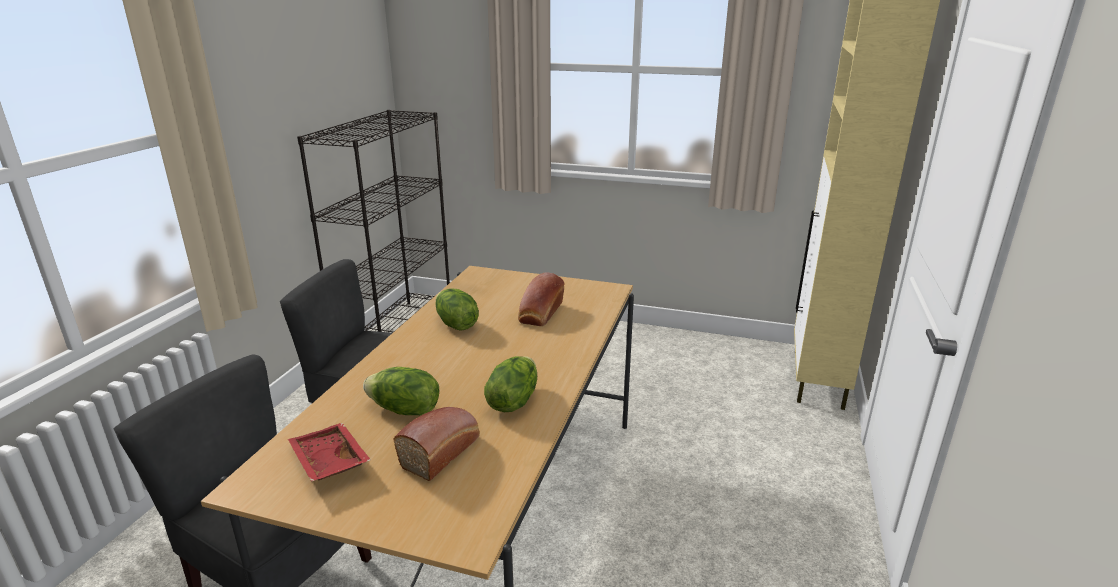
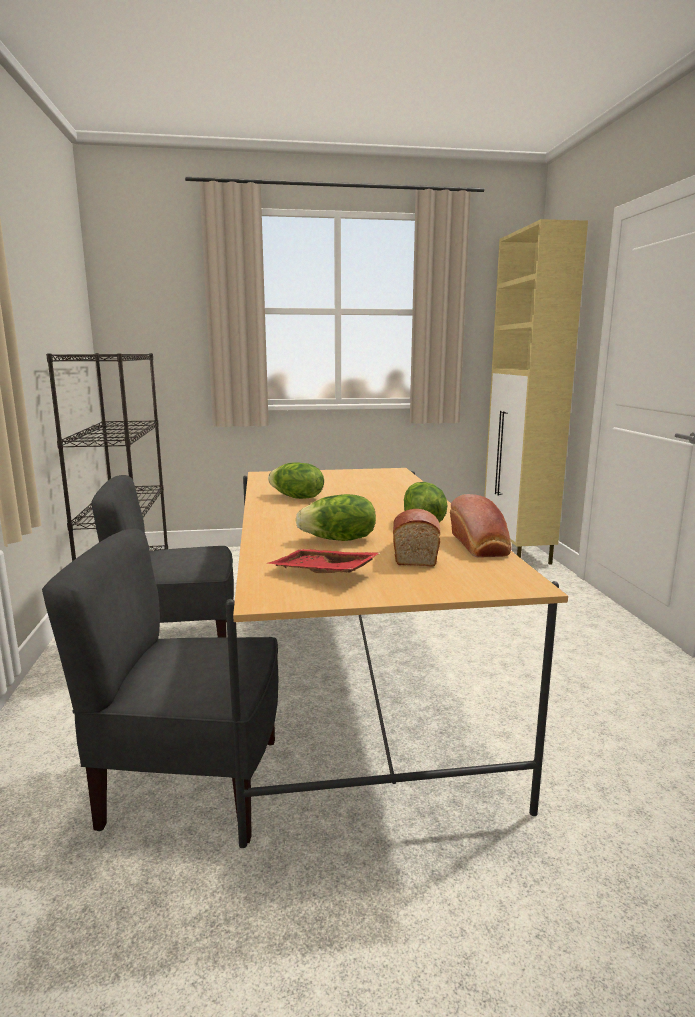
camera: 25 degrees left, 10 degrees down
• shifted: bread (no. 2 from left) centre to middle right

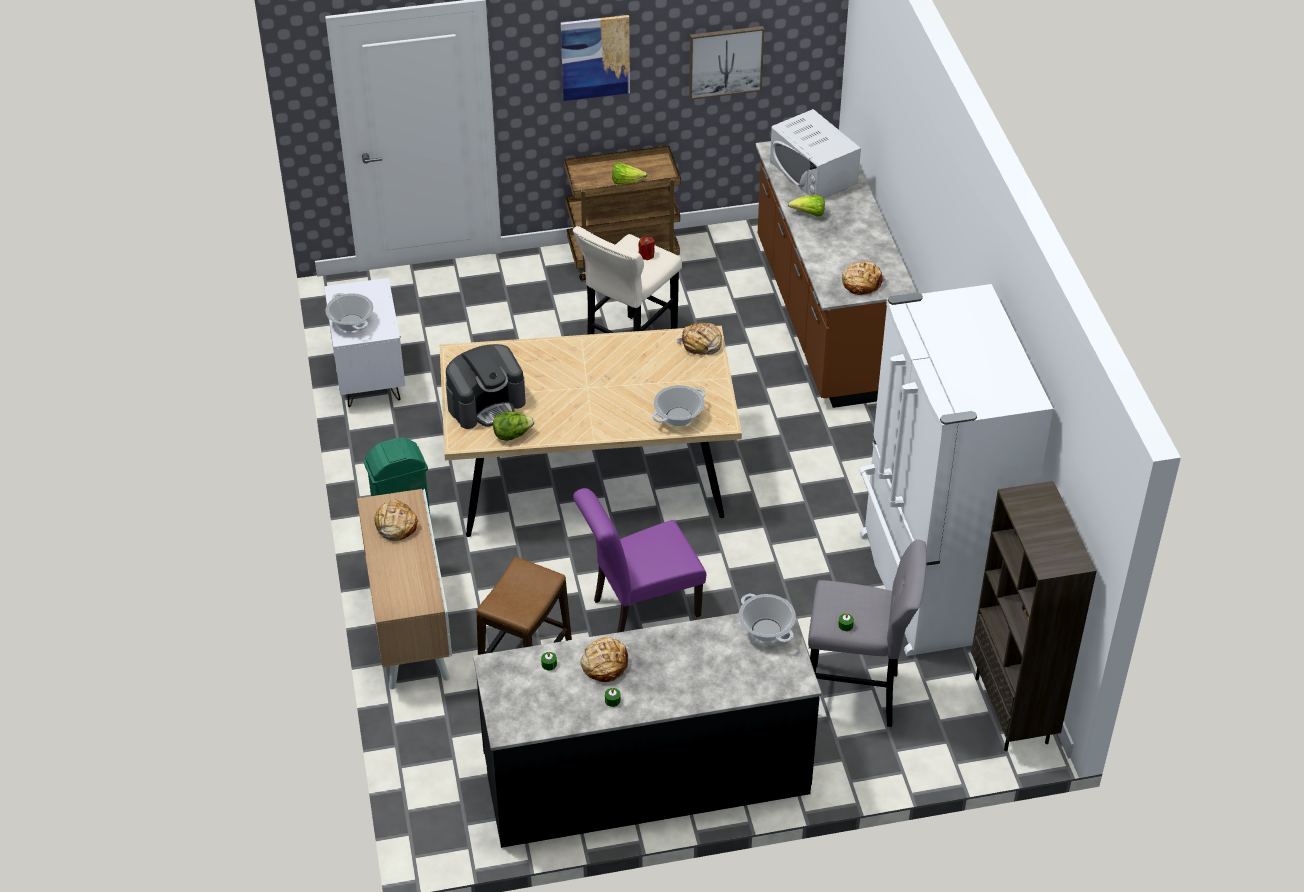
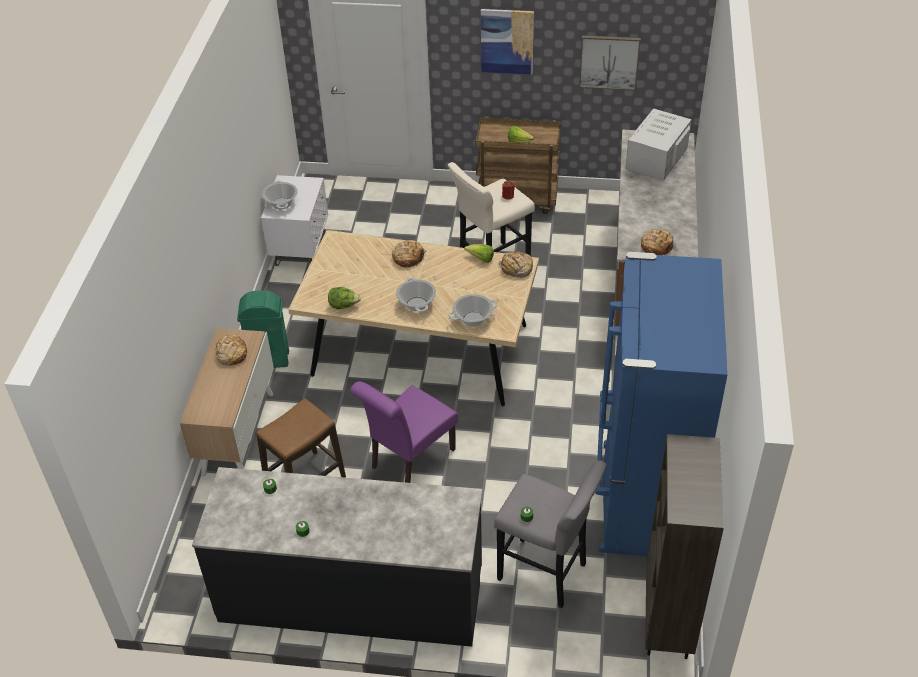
camera: 20 degrees right, 0 degrees up
• rotated: white microwave top centre = top right 45 degrees clockwise
• shifted: lettuce (no. 3 from left in the first image) top centre to lettuce (no. 2 from left) centre
• repainted: white fridge middle right to blue fridge middle right
• gone: coffee machine centre
• rotated: purple chair centre = centre 45 degrees counterclockwise
• shifted: cooking pot (no. 3 from left in the first image) bottom centre to cooking pot (no. 2 from left) centre
• shifted: bread (no. 2 from left) bottom centre to centre

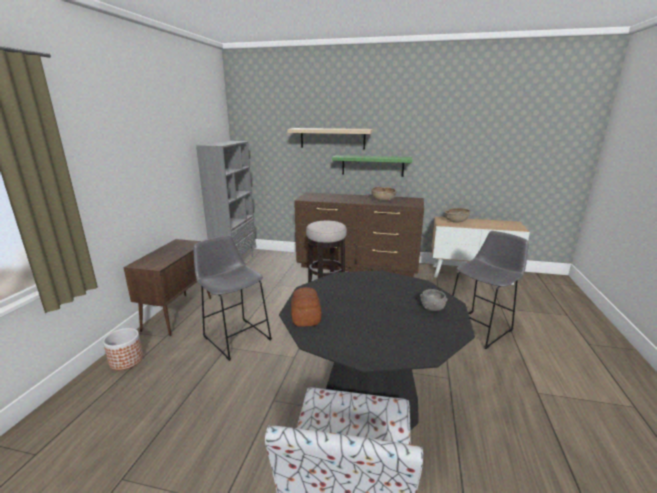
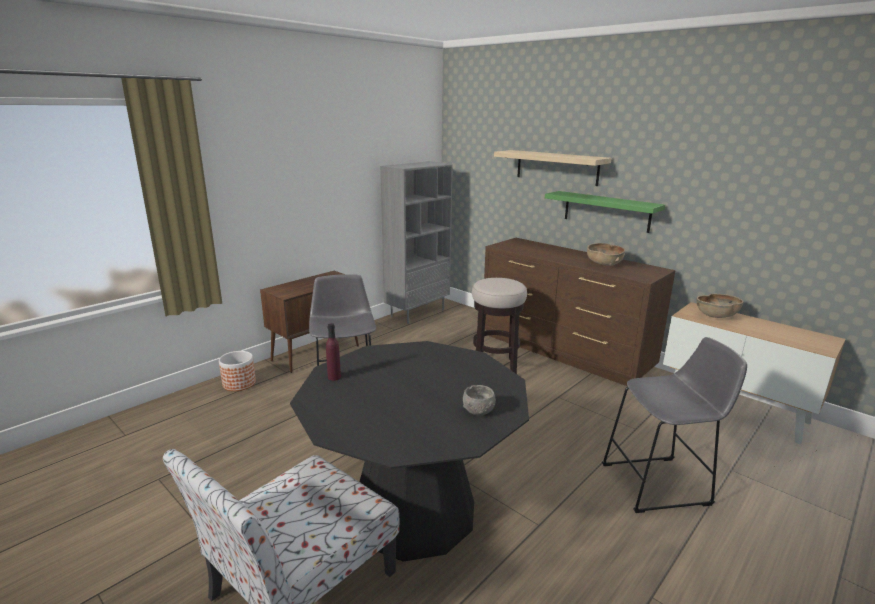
camera: 30 degrees right, 0 degrees up
• swapped: bread centre to purple bottle centre

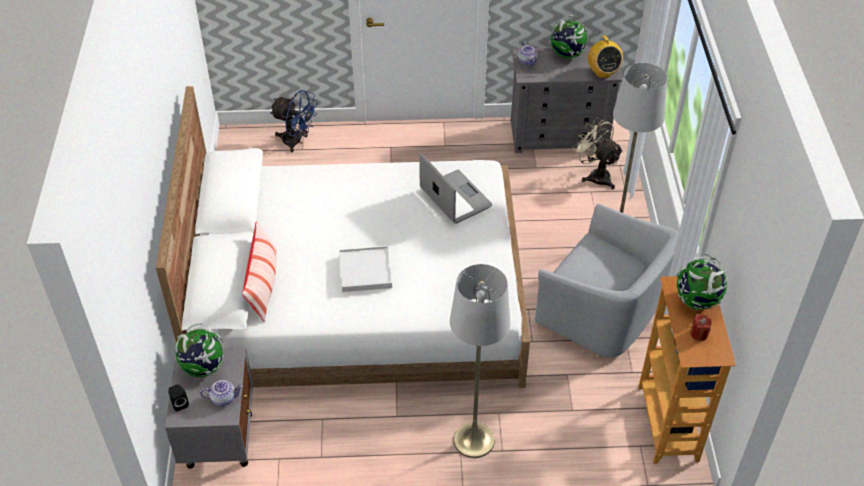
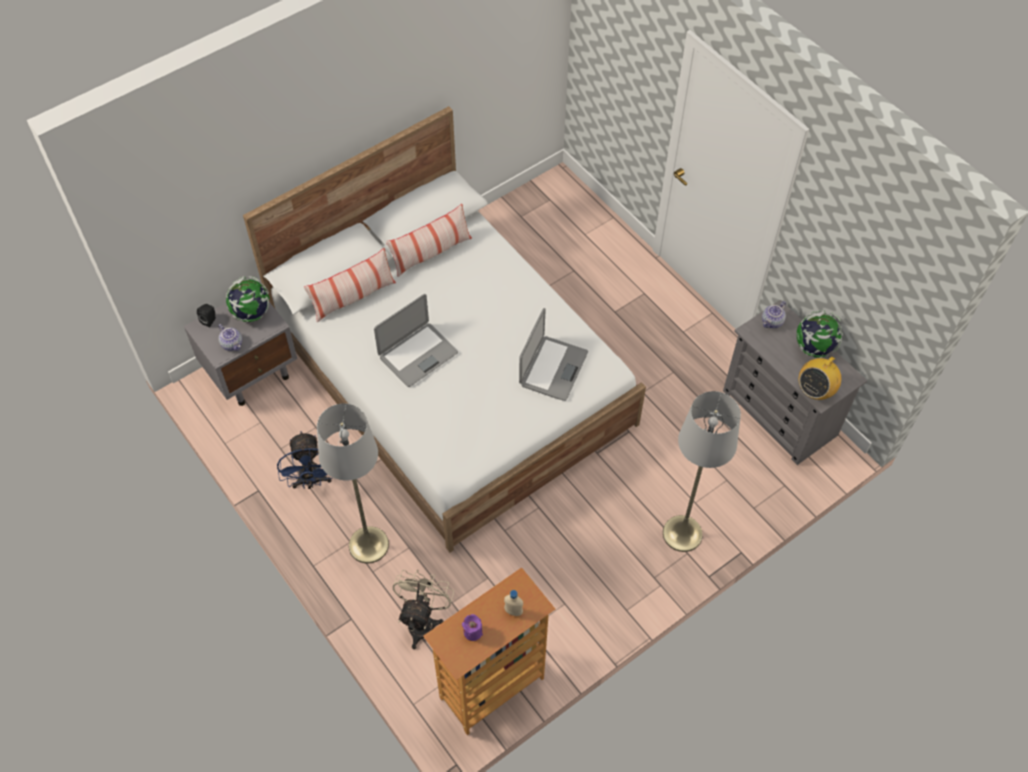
camera: 55 degrees right, 10 degrees up
• shifted: blue fan top centre to middle left
• shifted: beige fan top right to bottom centre
• gone: grey armchair middle right
• swapped: white tray centre to laptop (no. 1 from left) centre
• swapped: globe (no. 3 from left) middle right to beige bottle bottom centre
• repainted: red candle bottom right to purple candle bottom centre
• new: pillow (no. 2 from left) top centre

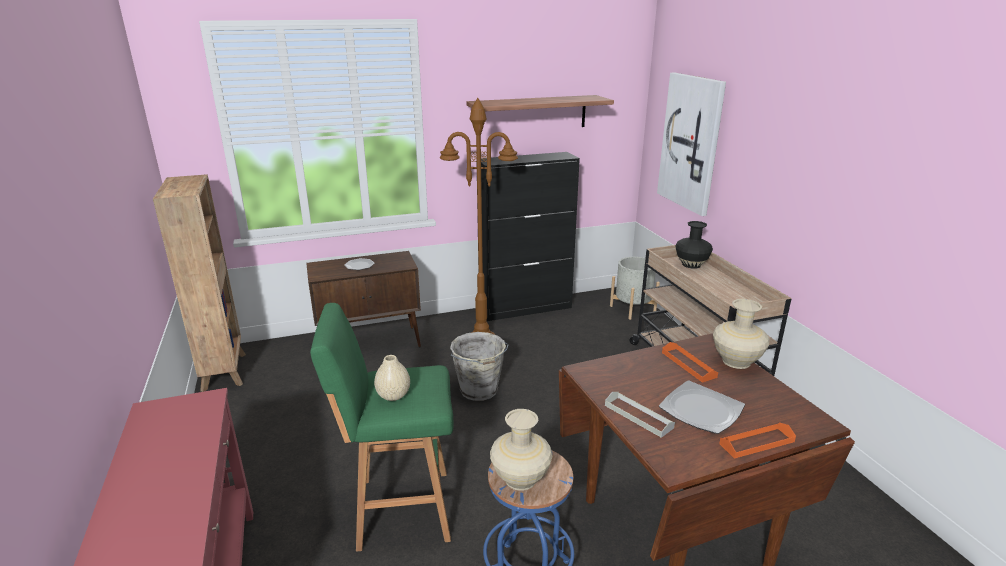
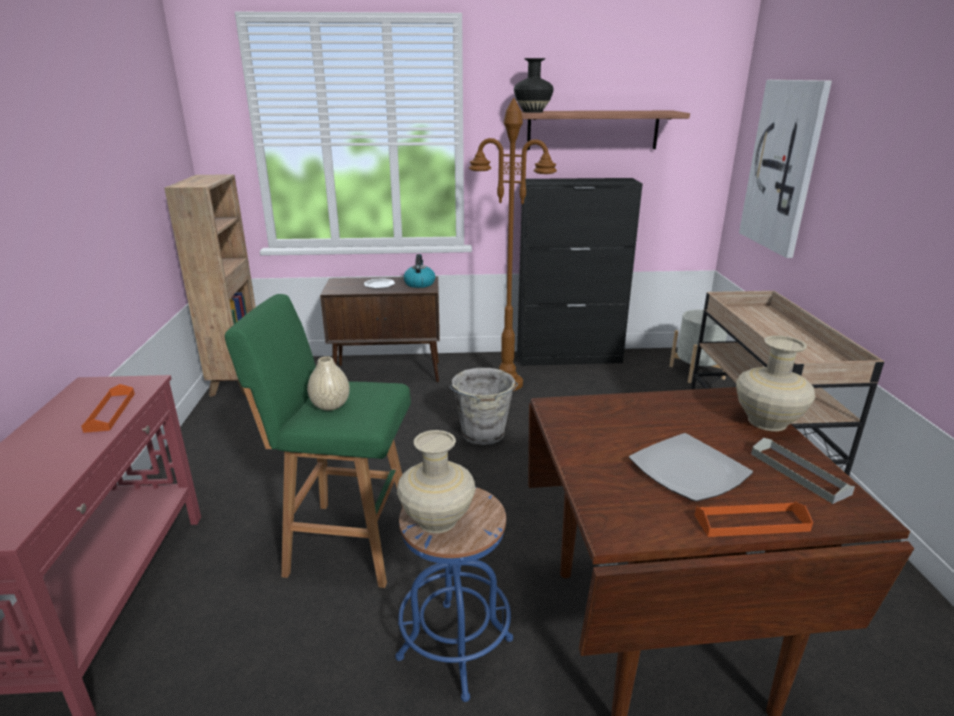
camera: 15 degrees right, 0 degrees up
• shifted: black vase middle right to top centre
• shifted: orange tray (no. 1 from left) middle right to middle left
• shifted: grey tray bottom centre to middle right
• new: kettle centre

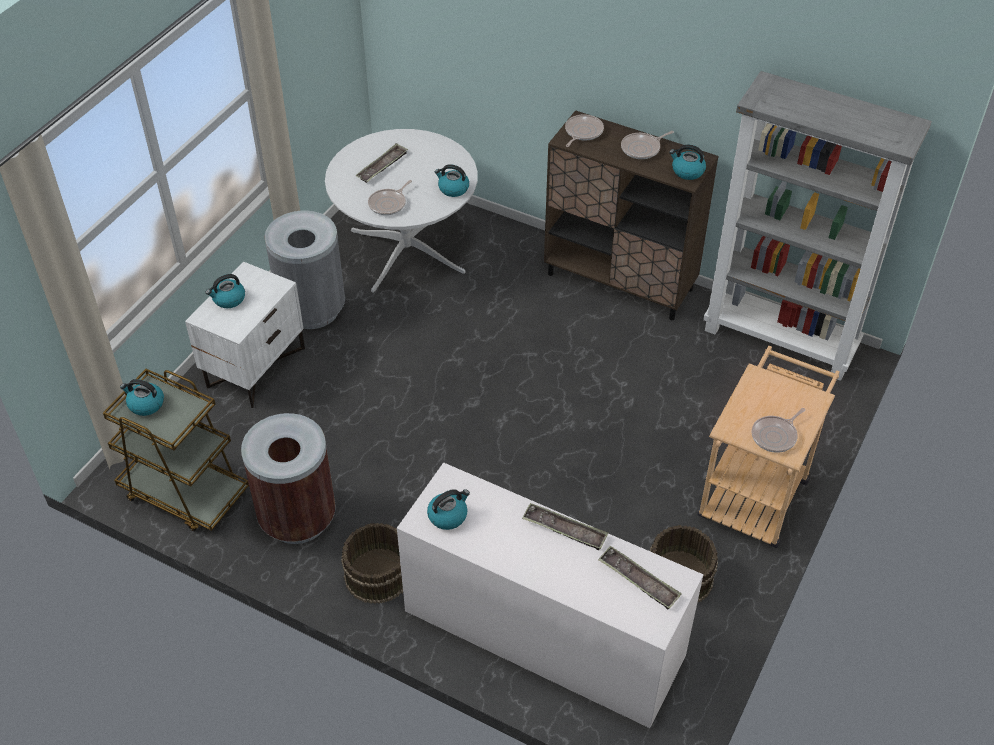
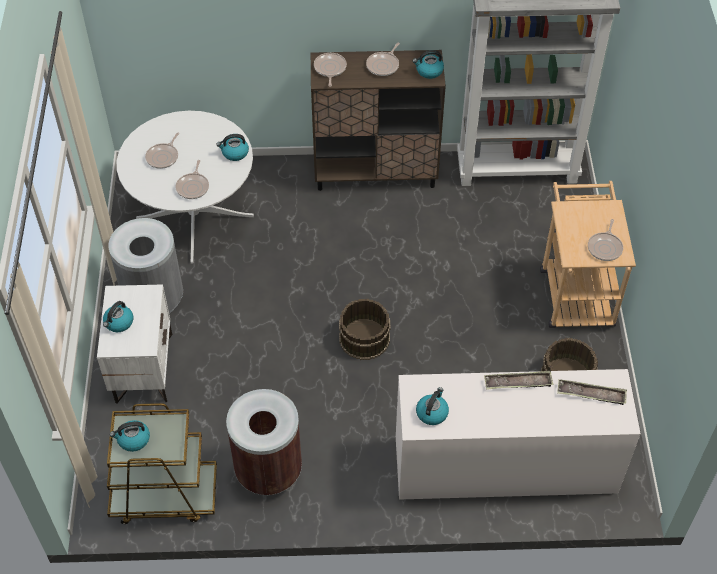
camera: 30 degrees left, 5 degrees up
• swapped: tray (no. 1 from left) top centre to frying pan (no. 1 from left) top left
• shifted: brown bucket (no. 1 from left) bottom centre to centre

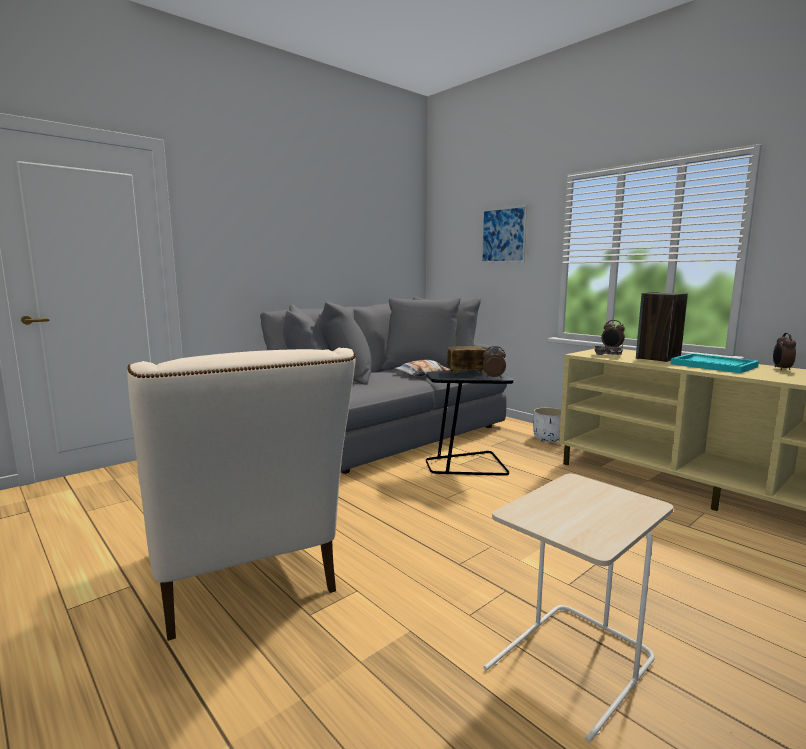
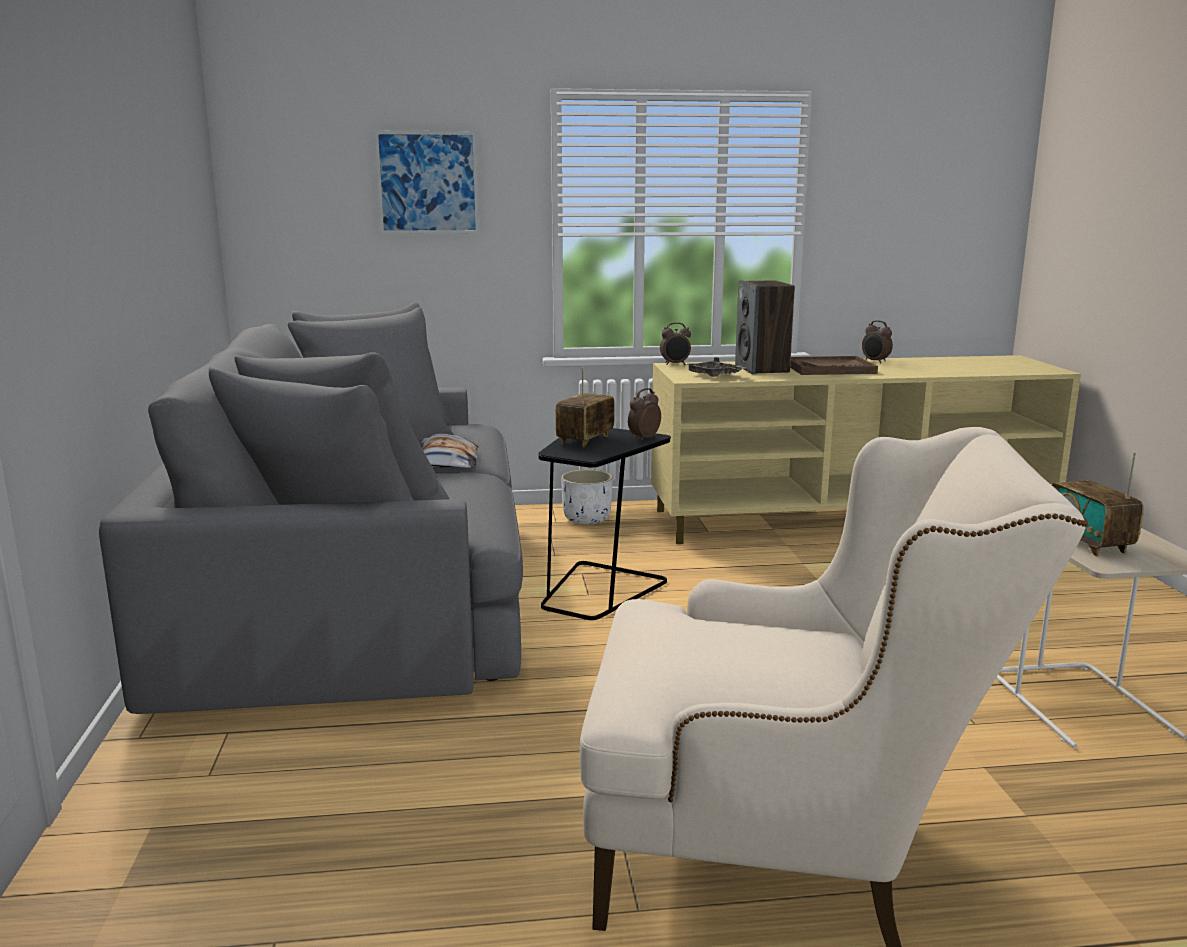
camera: 55 degrees left, 5 degrees up
• repainted: turquoise tray middle right to brown tray middle right
• new: radio (no. 2 from left) middle right

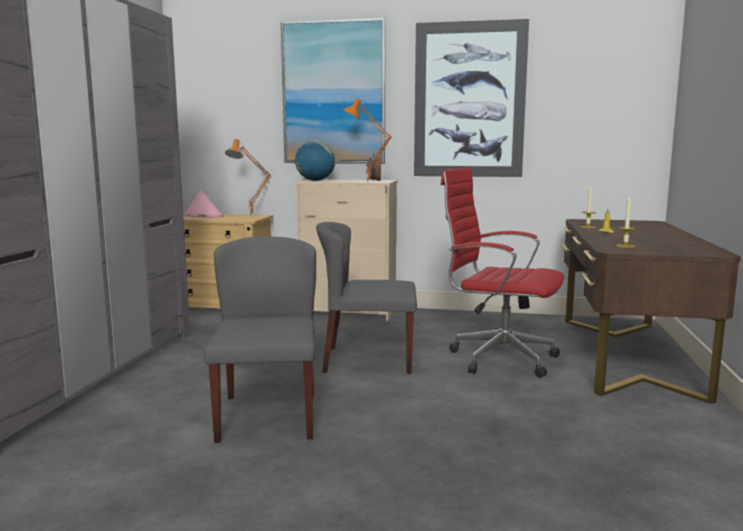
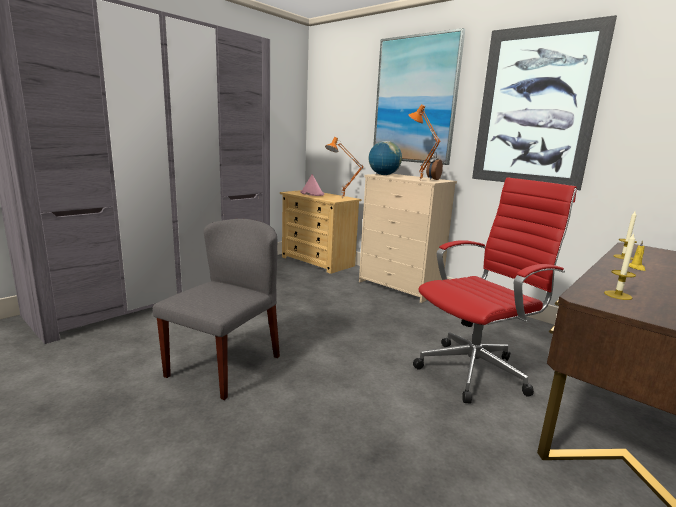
camera: 30 degrees right, 5 degrees up
• rotated: red office chair middle right = middle right 90 degrees clockwise
• gone: grey chair (no. 2 from left) centre

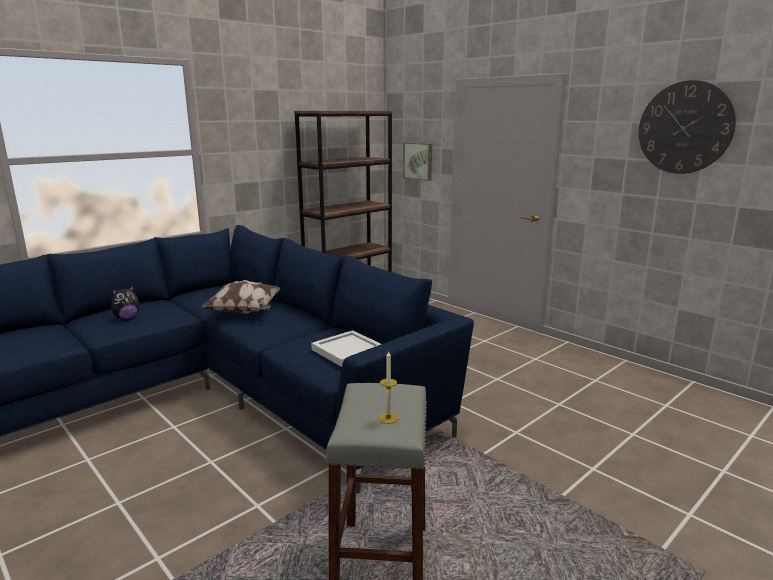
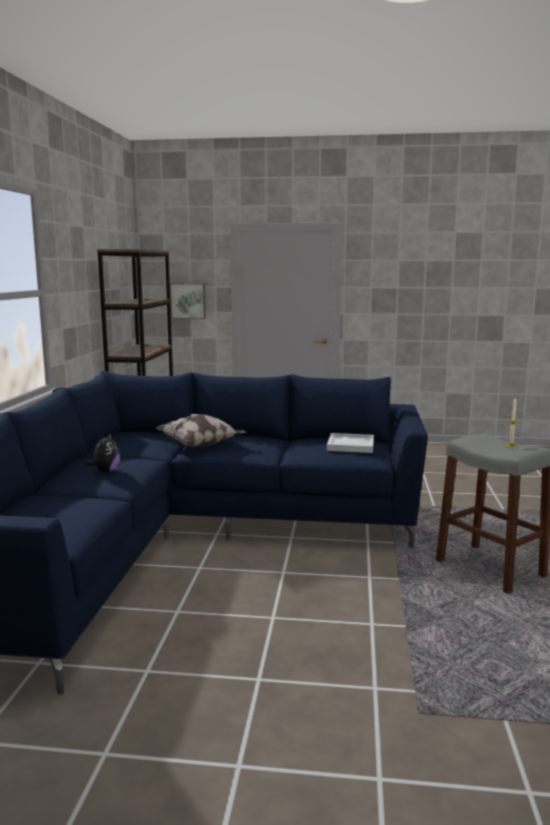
camera: 40 degrees left, 5 degrees down
• gone: wall clock top right

